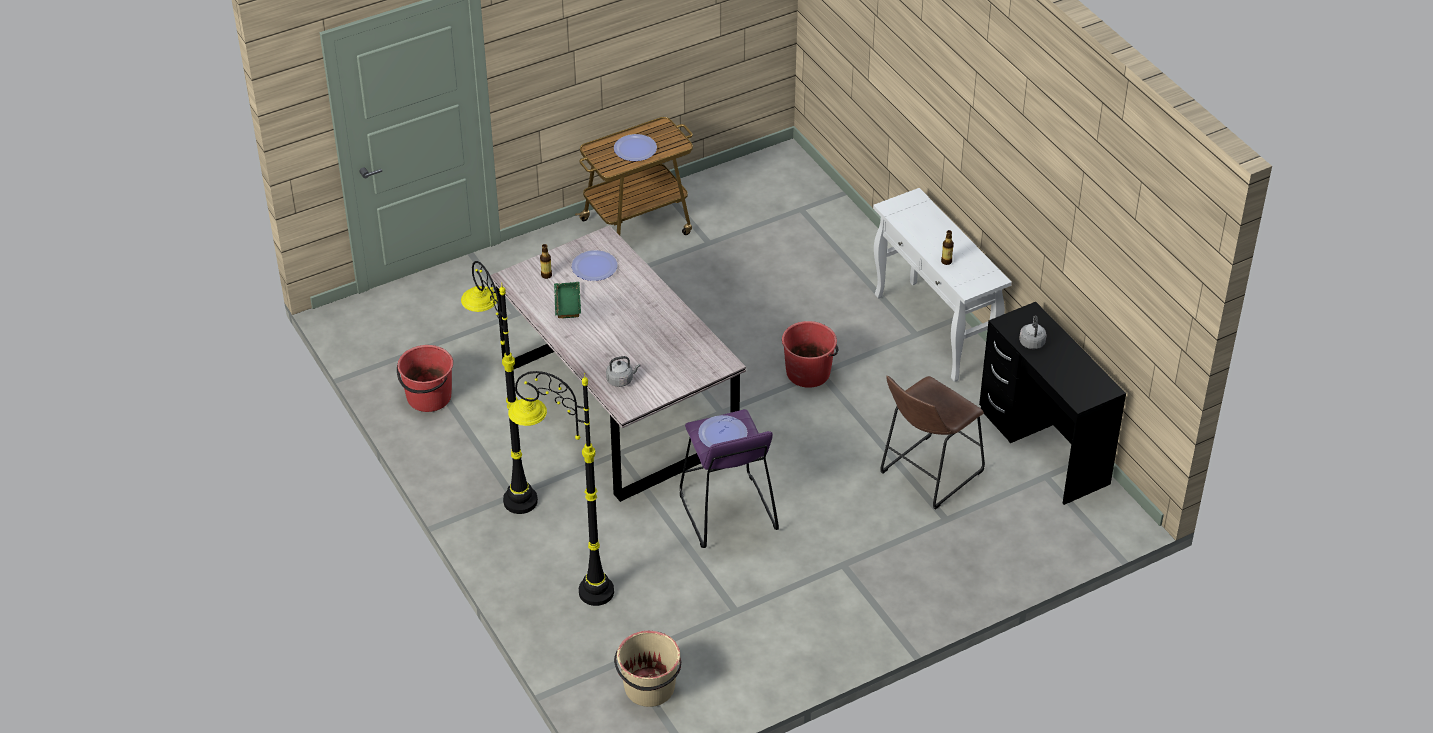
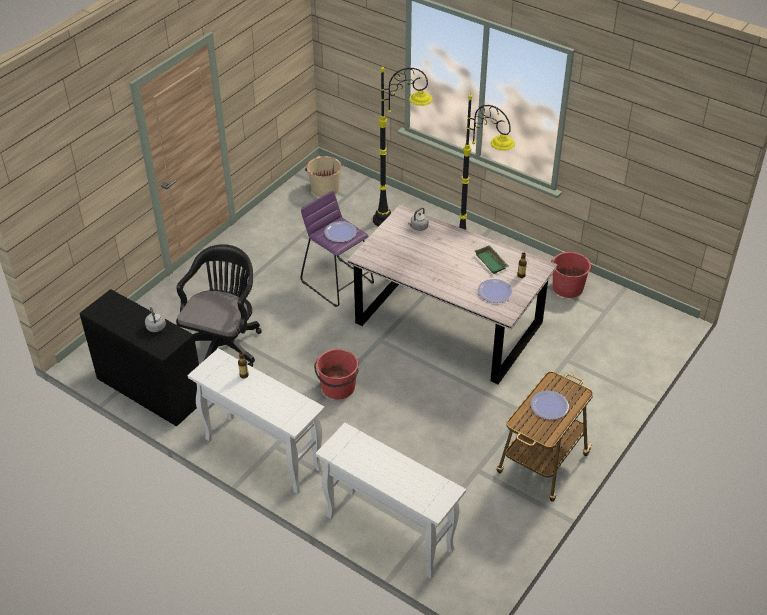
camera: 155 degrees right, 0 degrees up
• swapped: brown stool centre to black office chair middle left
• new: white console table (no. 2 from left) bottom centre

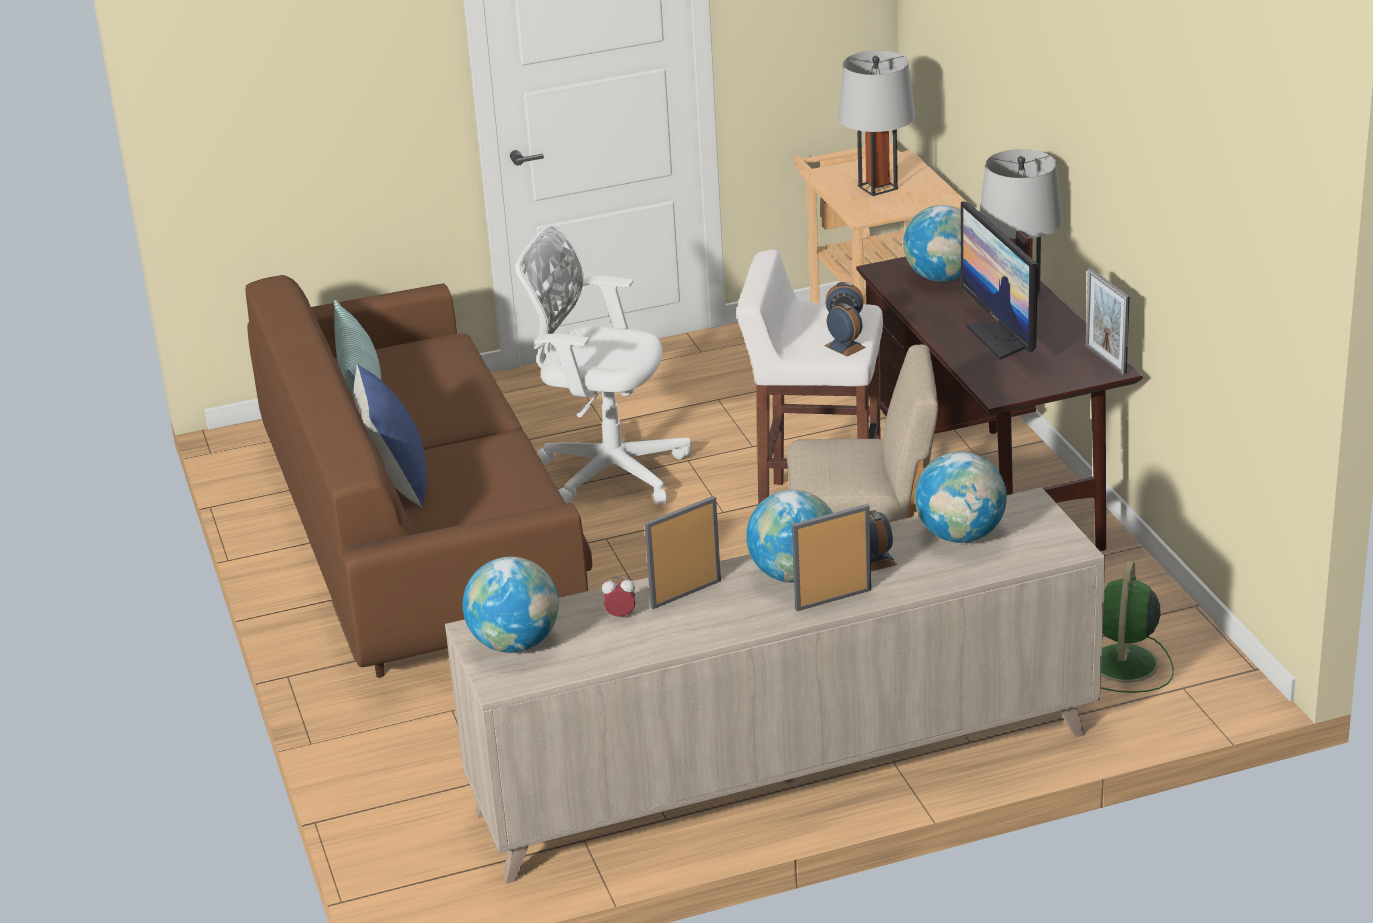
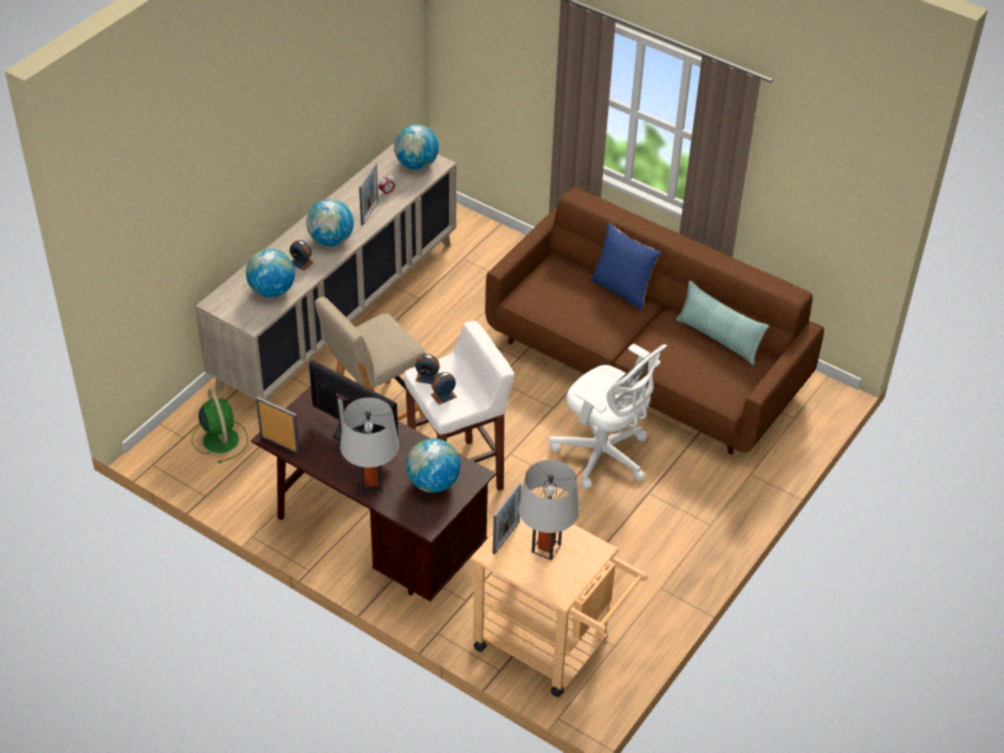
camera: 140 degrees right, 15 degrees up
• rotated: white office chair centre = centre 60 degrees clockwise
• shifted: picture frame (no. 2 from left in the first image) centre to picture frame (no. 3 from left) bottom centre

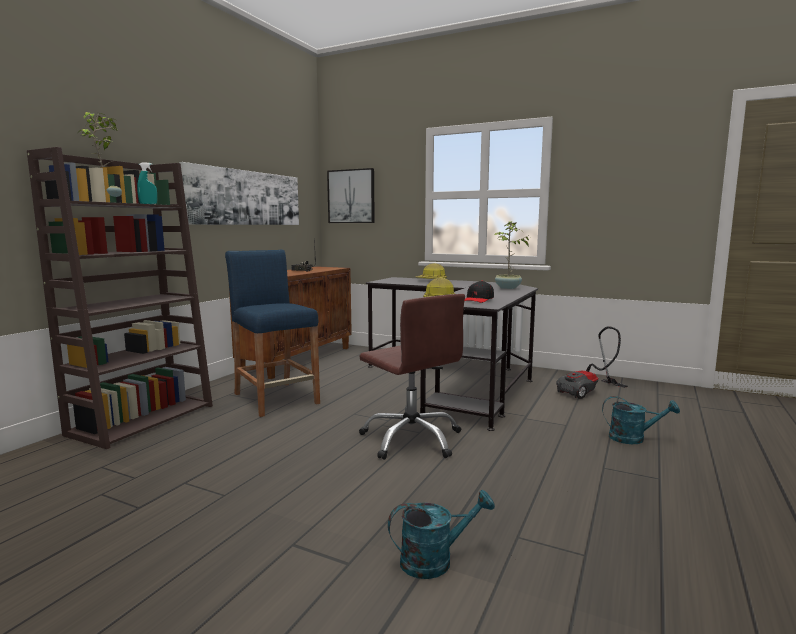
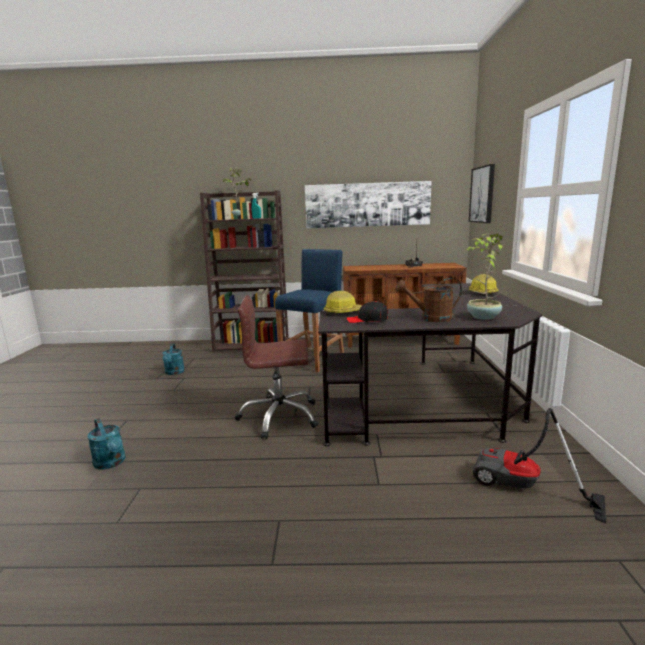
camera: 65 degrees right, 5 degrees up
• rotated: brown office chair centre = centre 60 degrees clockwise
• shifted: turquoise watering can (no. 2 from left) middle right to middle left
• new: brown watering can centre

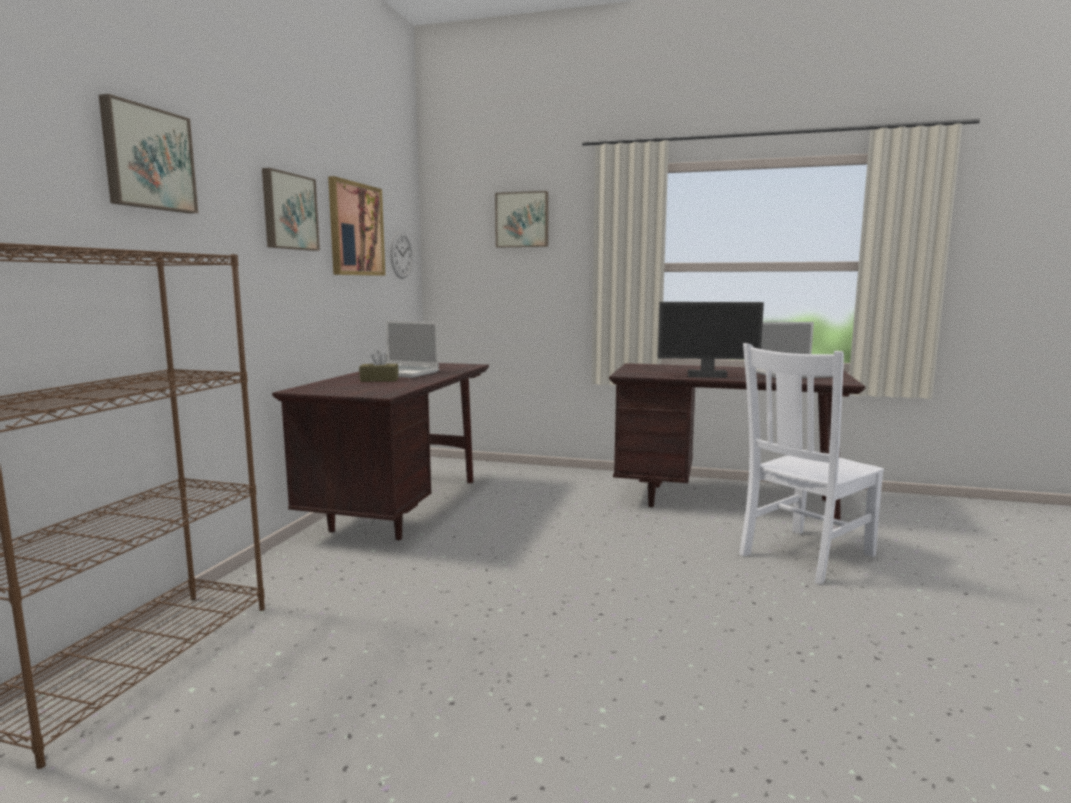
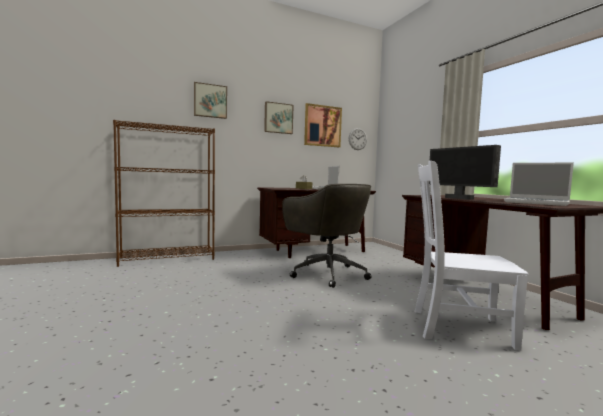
camera: 50 degrees right, 5 degrees down
• gone: picture (no. 4 from left) top centre
• new: grey office chair centre

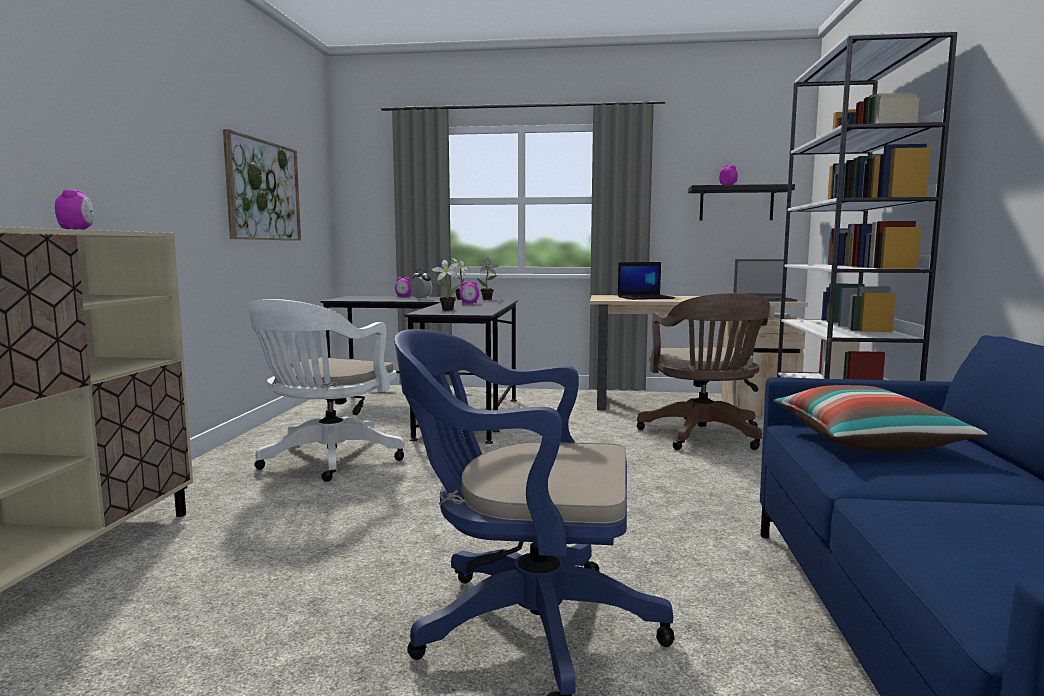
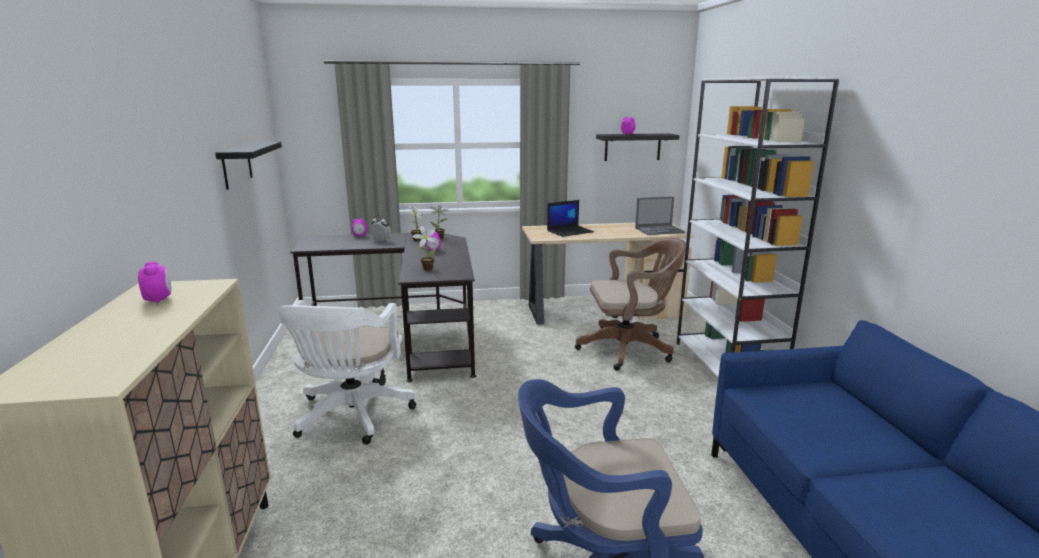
camera: 15 degrees left, 10 degrees up
• swapped: picture top left to black shelf (no. 1 from left) top left
• rotated: brown office chair middle right = centre 75 degrees counterclockwise
• gone: pillow middle right

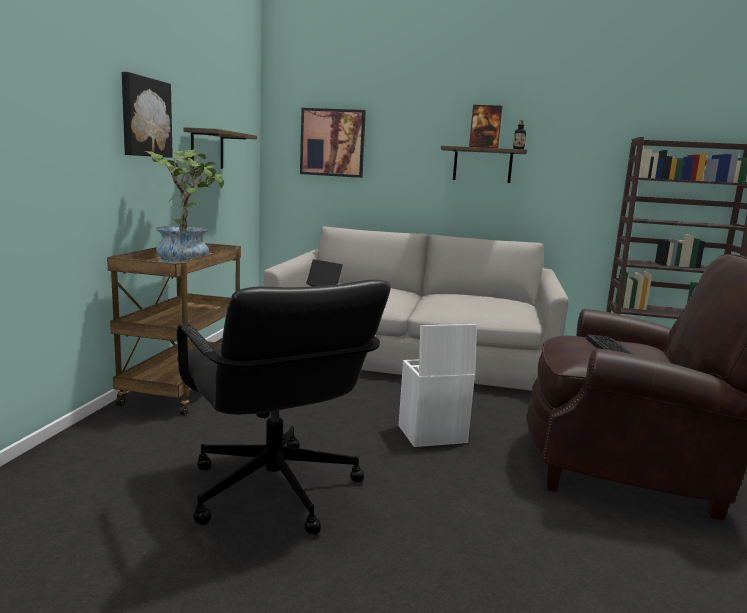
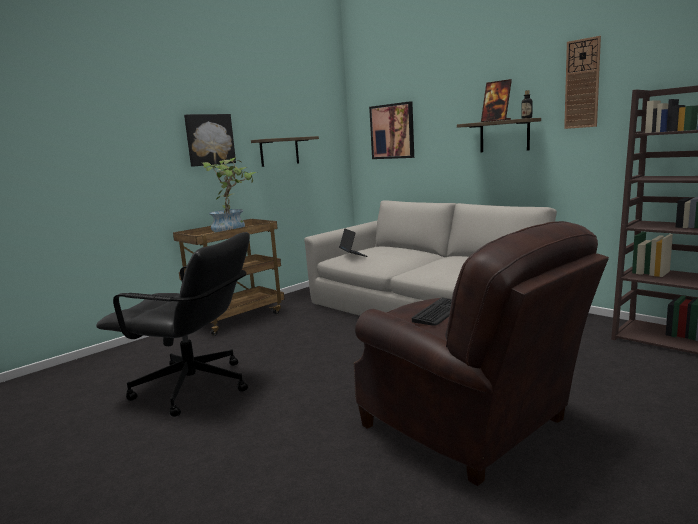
camera: 35 degrees right, 0 degrees up
• rotated: black office chair centre = middle left 75 degrees counterclockwise
• gone: white storage box centre
• new: wall clock top right

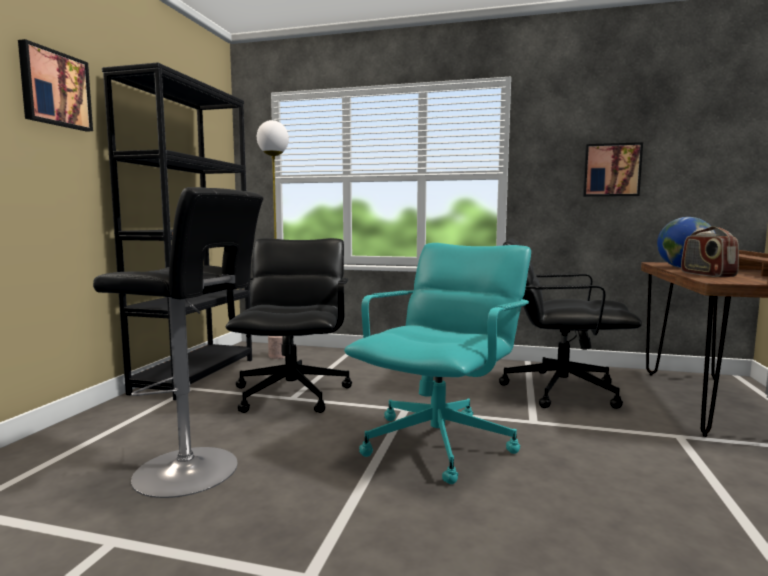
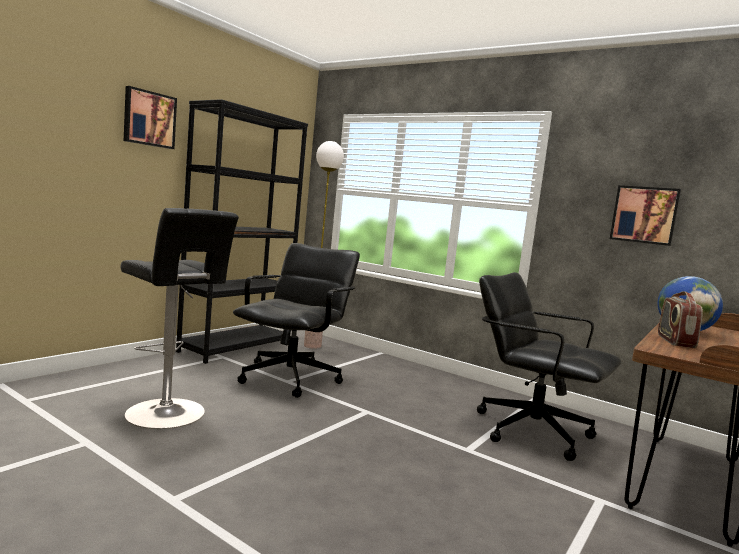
camera: 20 degrees right, 0 degrees up
• gone: turquoise office chair centre

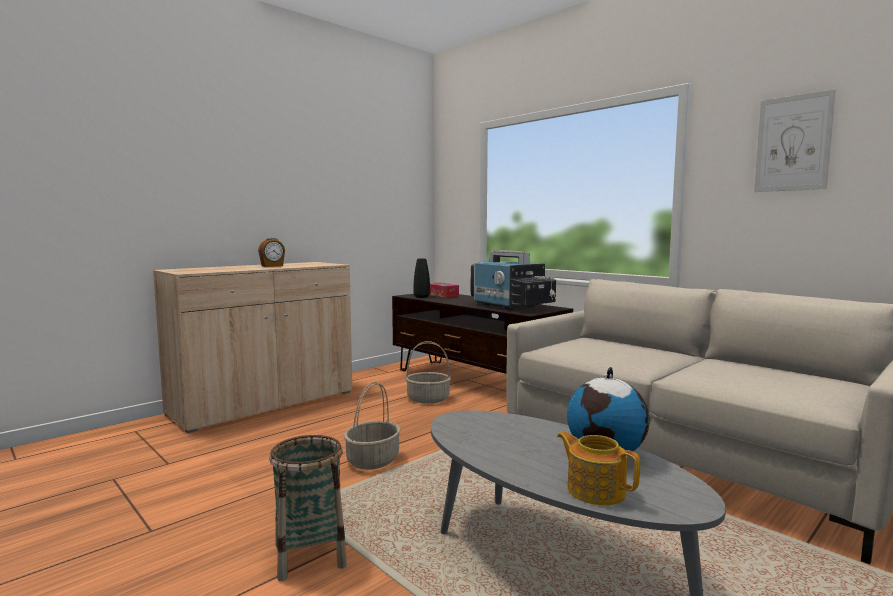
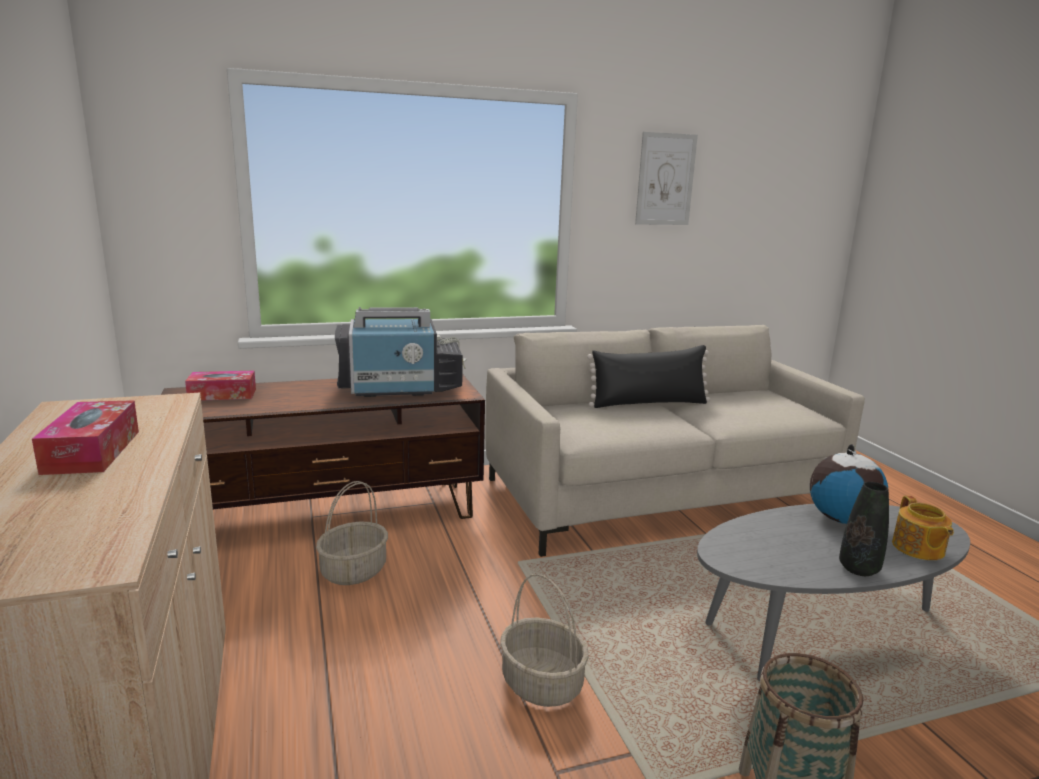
camera: 65 degrees left, 10 degrees up
• swapped: alarm clock middle left to tissue box (no. 1 from left) middle left
• shifted: black vase centre to bottom right
• rotated: teapot bottom right = bottom right 75 degrees counterclockwise
• new: black pillow centre

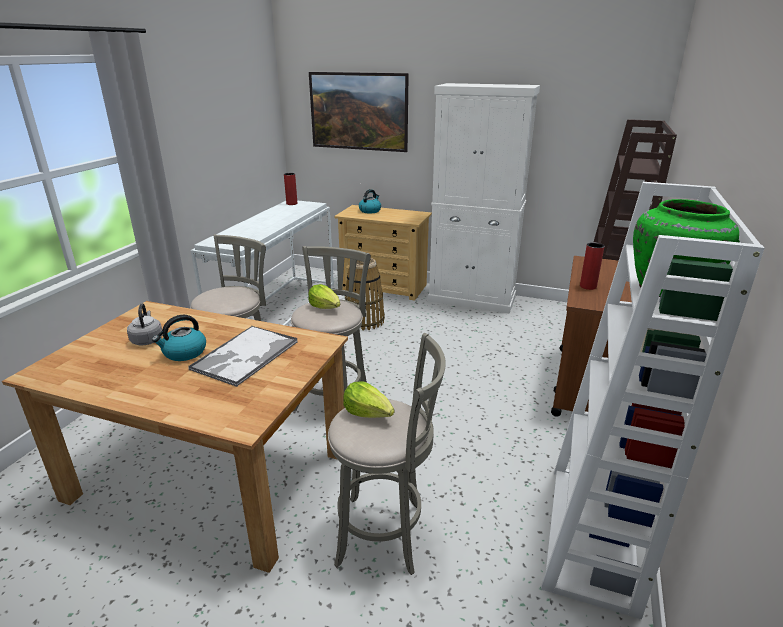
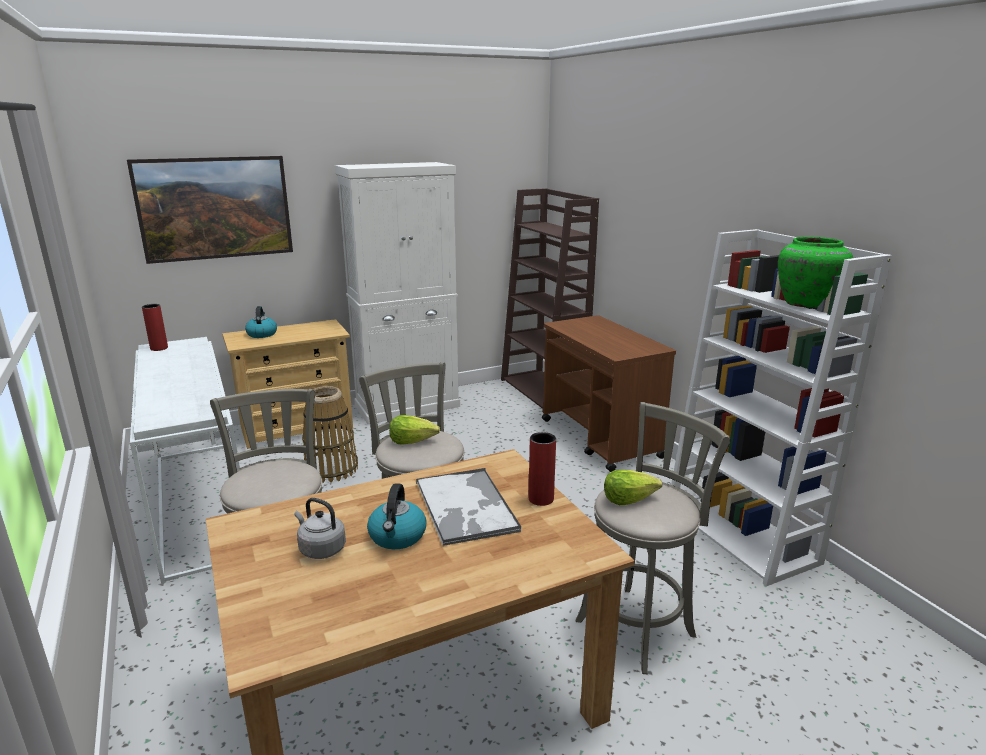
camera: 45 degrees left, 5 degrees down
• shifted: red vase (no. 2 from left) middle right to centre

